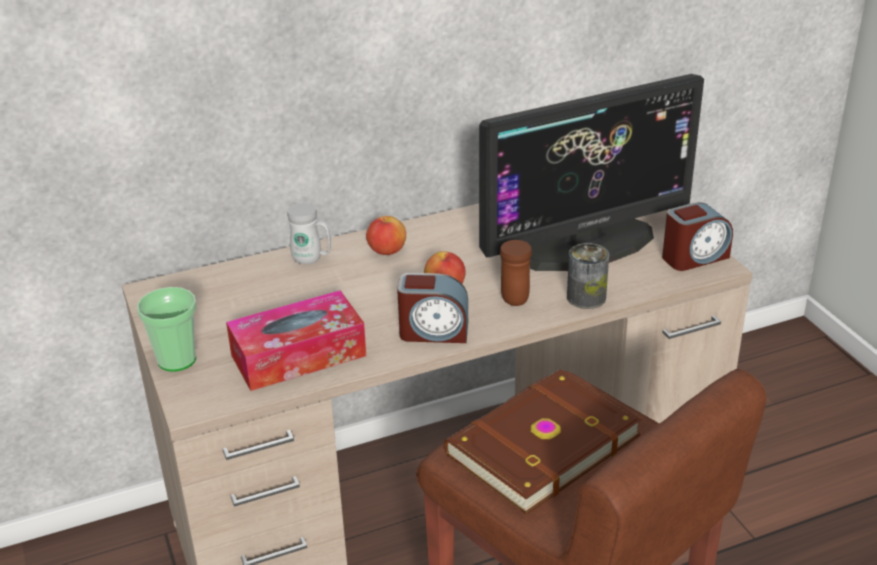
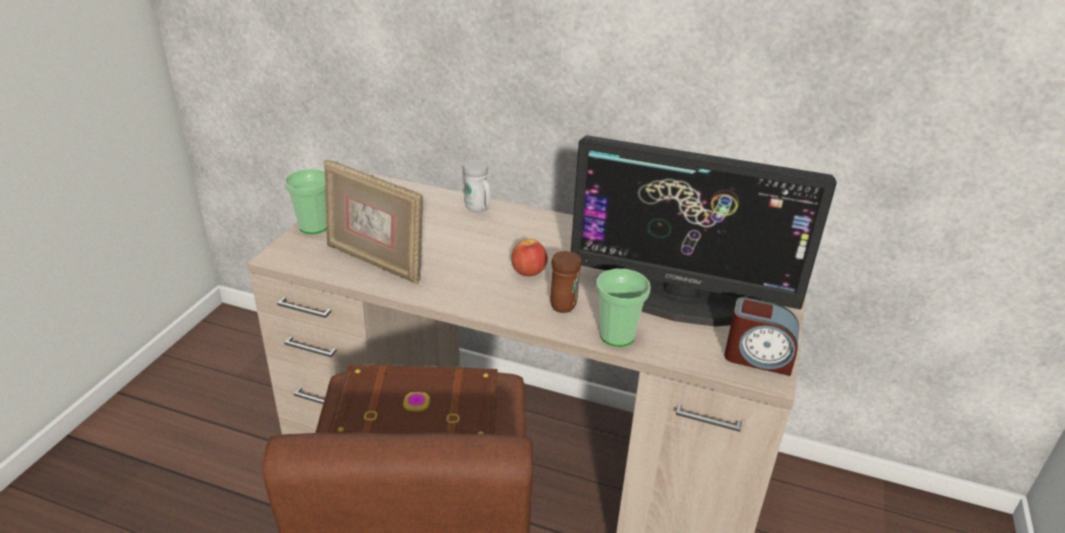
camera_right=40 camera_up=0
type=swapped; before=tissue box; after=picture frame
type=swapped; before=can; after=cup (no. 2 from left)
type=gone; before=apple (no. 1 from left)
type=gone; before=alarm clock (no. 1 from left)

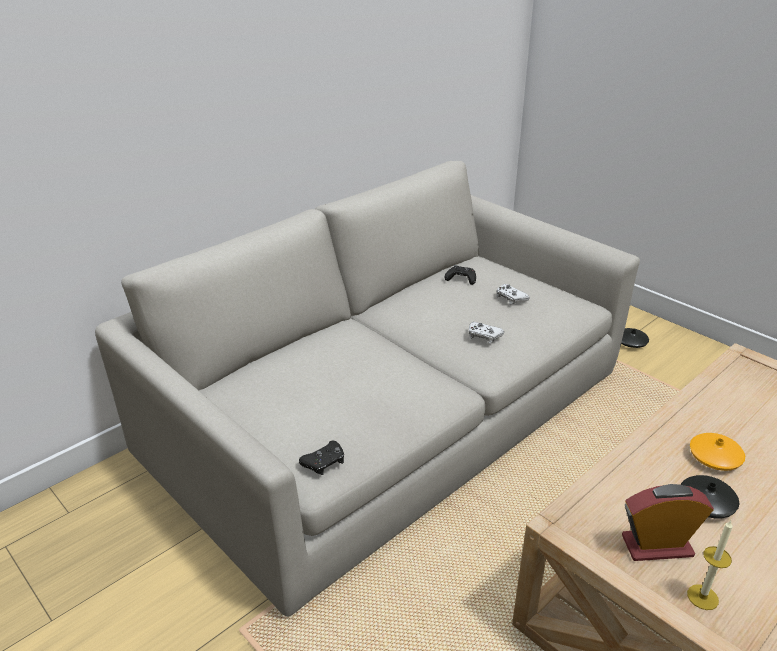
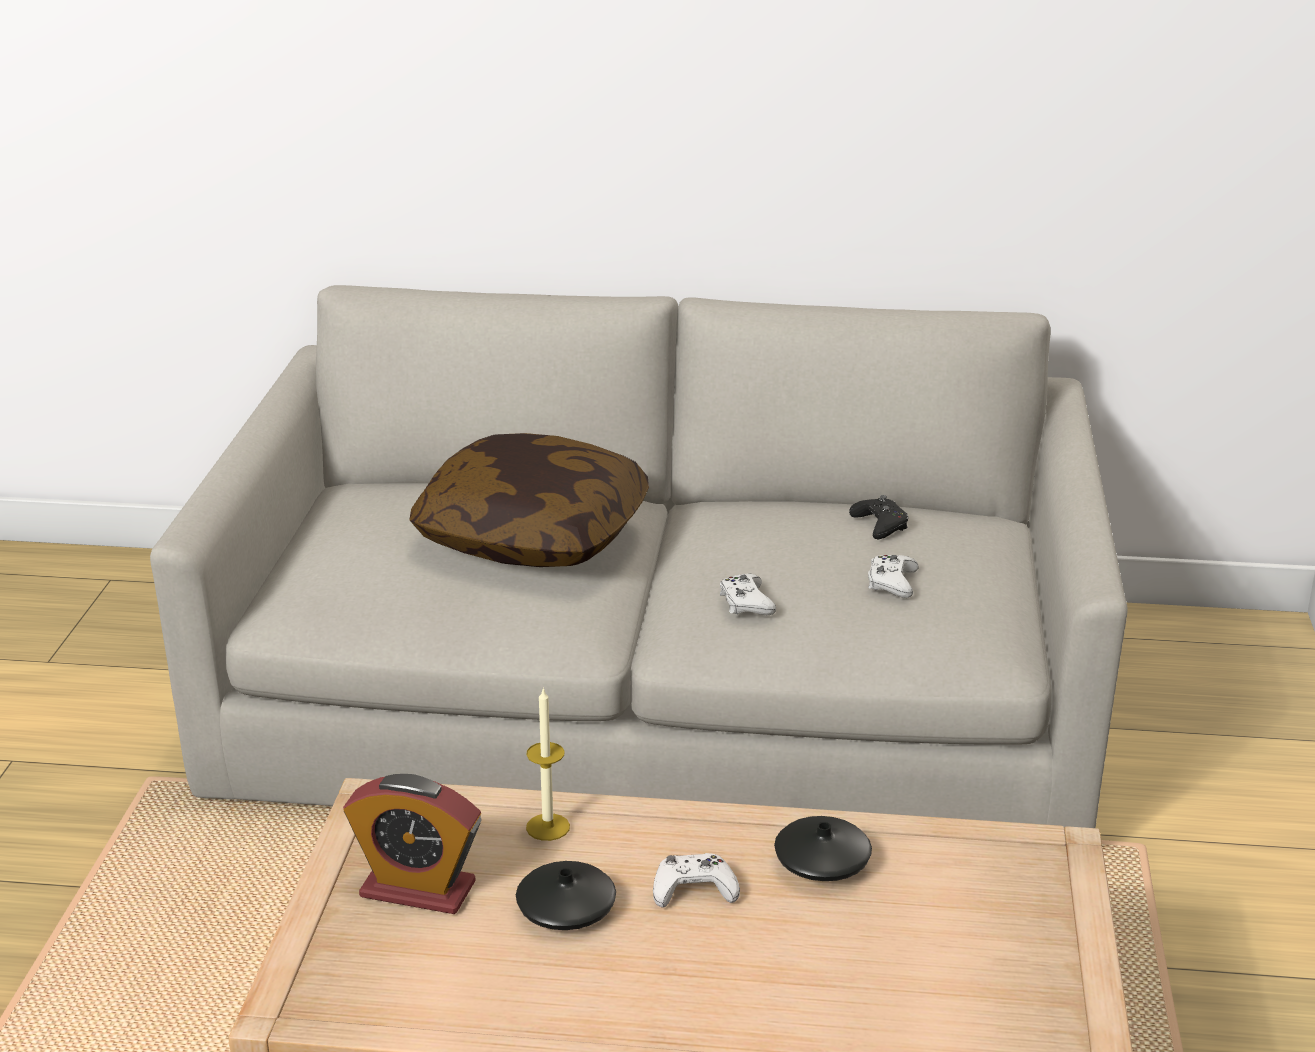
camera_right=50 camera_up=-5
type=rotated; before=alarm clock; turn=150
type=new; after=pillow
type=shifted; before=candle
type=swapped; before=orange vase; after=white game controller (no. 1 from left)
type=shifted; before=black vase (no. 1 from left in the first image); after=black vase (no. 2 from left)
type=gone; before=black game controller (no. 1 from left)

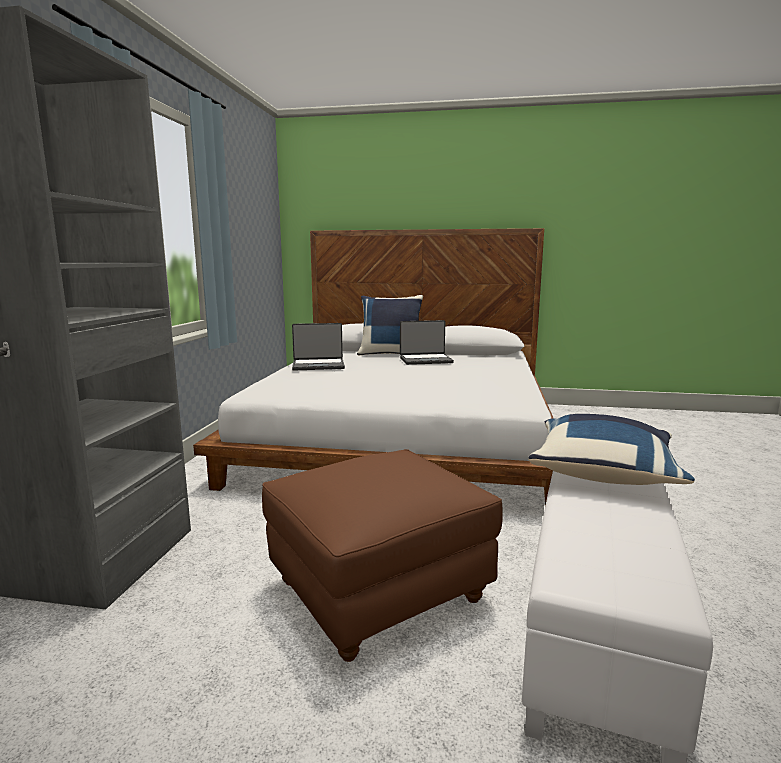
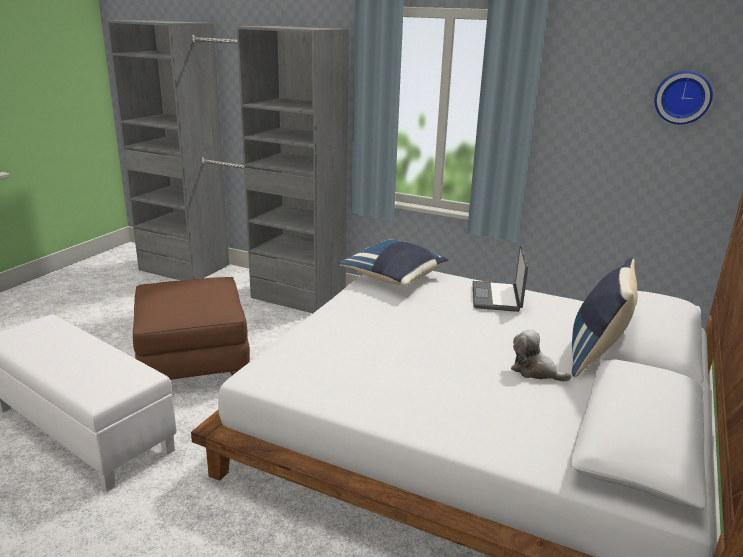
camera_right=105 camera_up=10
type=shifted; before=blue pillow (no. 2 from left in the first image); after=blue pillow (no. 1 from left)
type=swapped; before=laptop (no. 2 from left); after=plush toy
type=new; after=wall clock

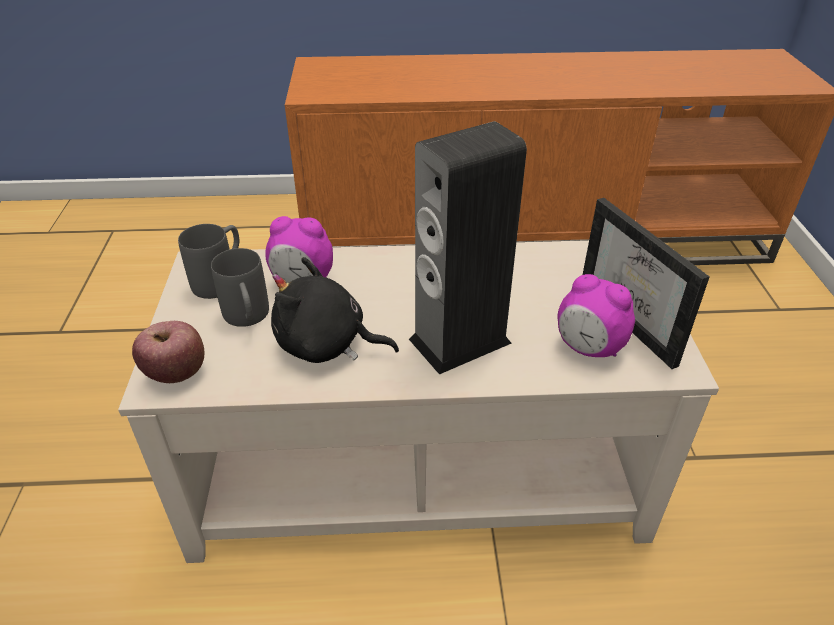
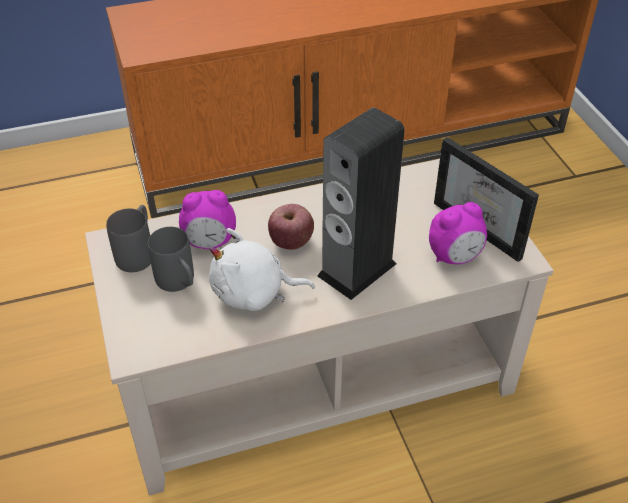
camera_right=-15 camera_up=5
type=repainted; before=black plush toy; after=white plush toy
type=shifted; before=apple
type=rotated; before=alarm clock (no. 2 from left); turn=-45

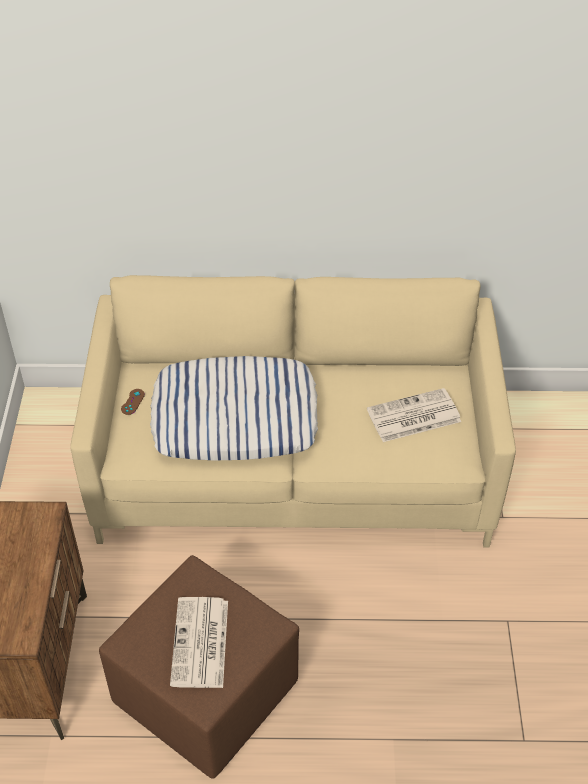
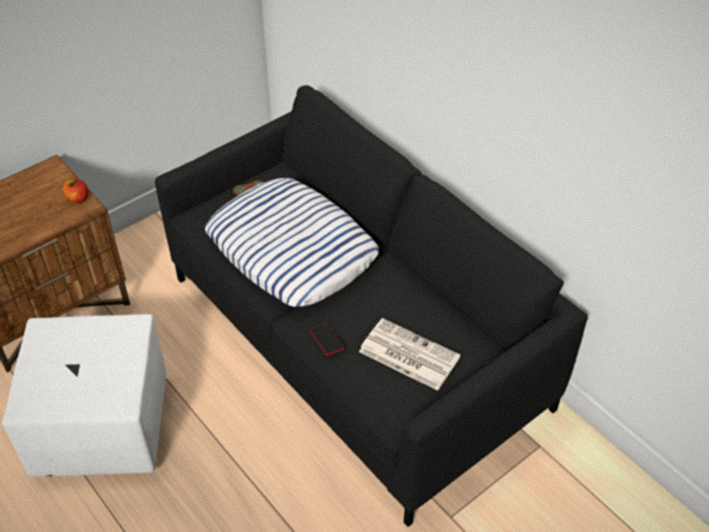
camera_right=50 camera_up=0
type=repainted; before=brown ottoman; after=white ottoman
type=new; after=apple
type=repainted; before=beige sofa; after=black sofa
type=new; after=phone
type=gone; before=newspaper (no. 1 from left)

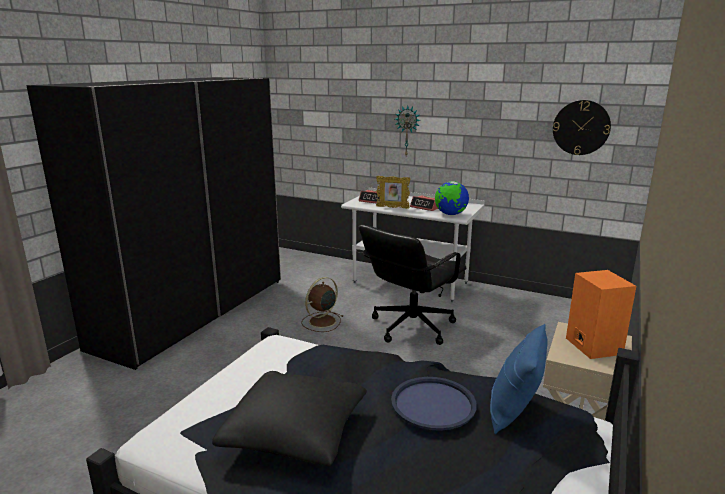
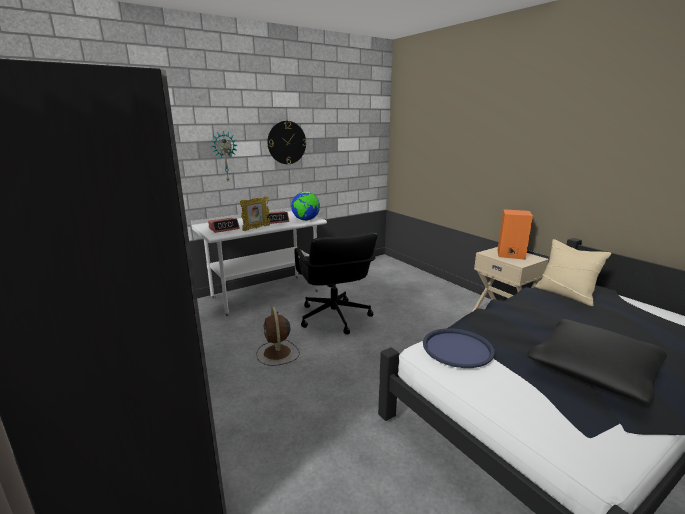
camera_right=-60 camera_up=0
type=shifted; before=wall clock (no. 2 from left)
type=shifted; before=blue tray
type=repainted; before=blue pillow; after=beige pillow

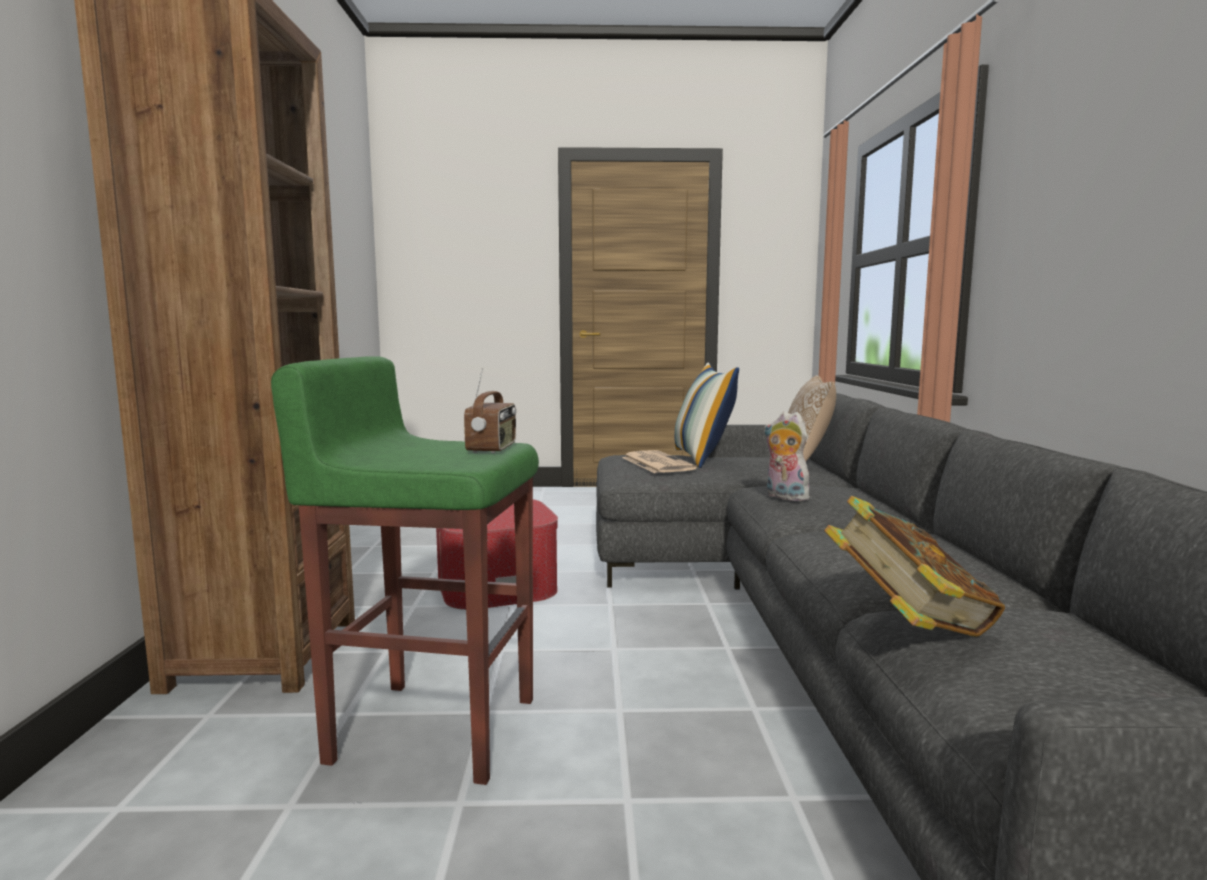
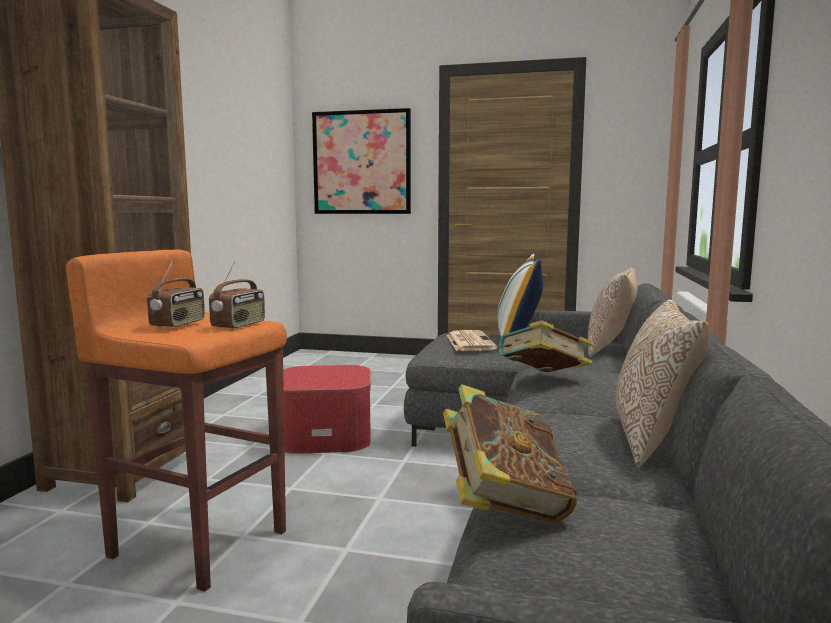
camera_right=15 camera_up=0
type=repainted; before=green stool; after=orange stool
type=new; after=radio (no. 1 from left)
type=new; after=picture
type=swapped; before=plush toy; after=book (no. 2 from left)
type=new; after=pillow (no. 3 from left)

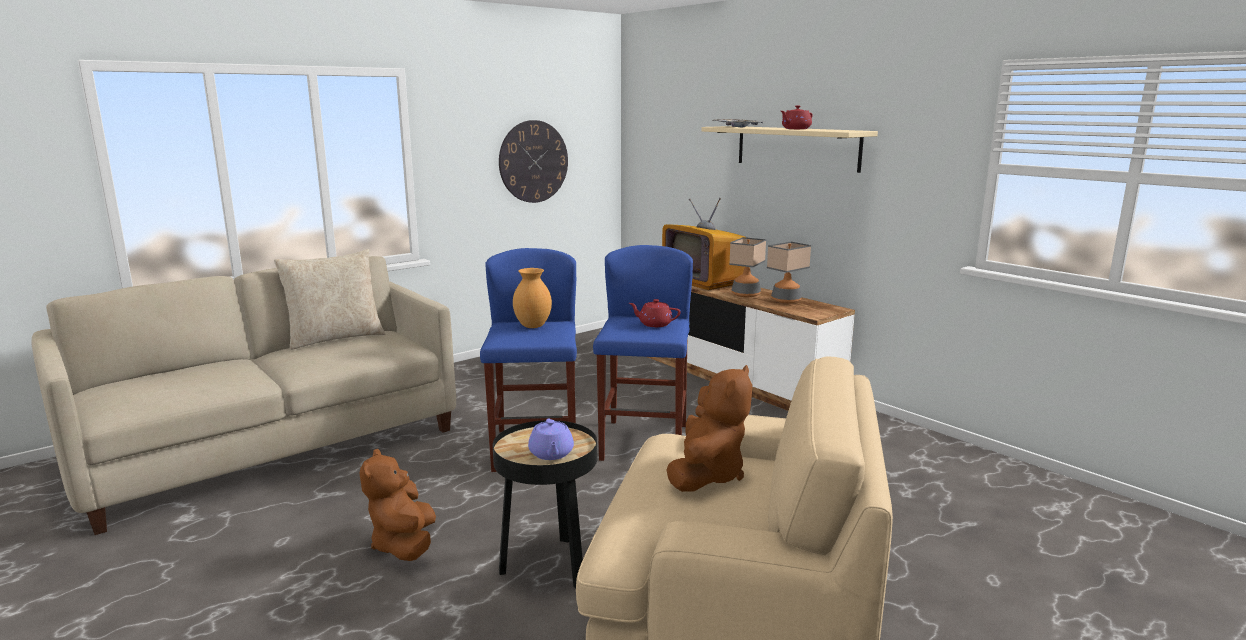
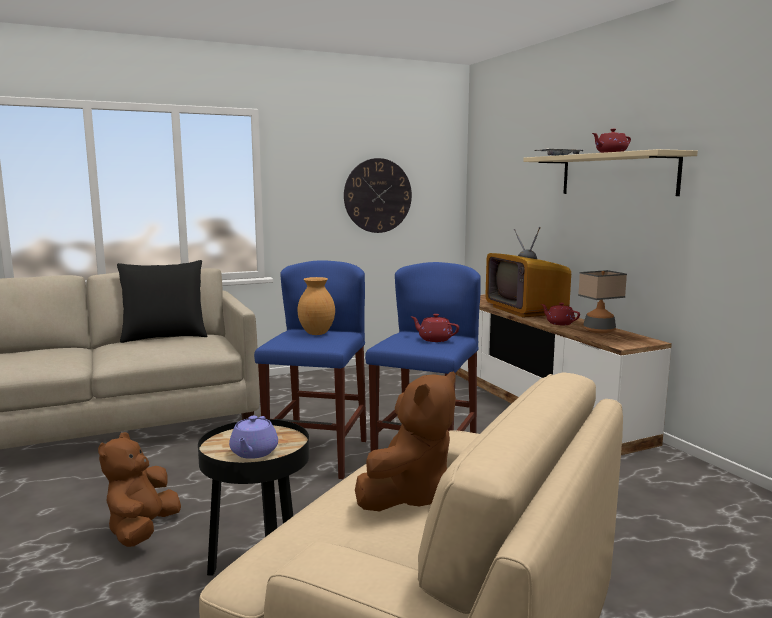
camera_right=15 camera_up=-5
type=repainted; before=beige pillow; after=black pillow
type=swapped; before=table lamp (no. 1 from left); after=red teapot (no. 2 from left)

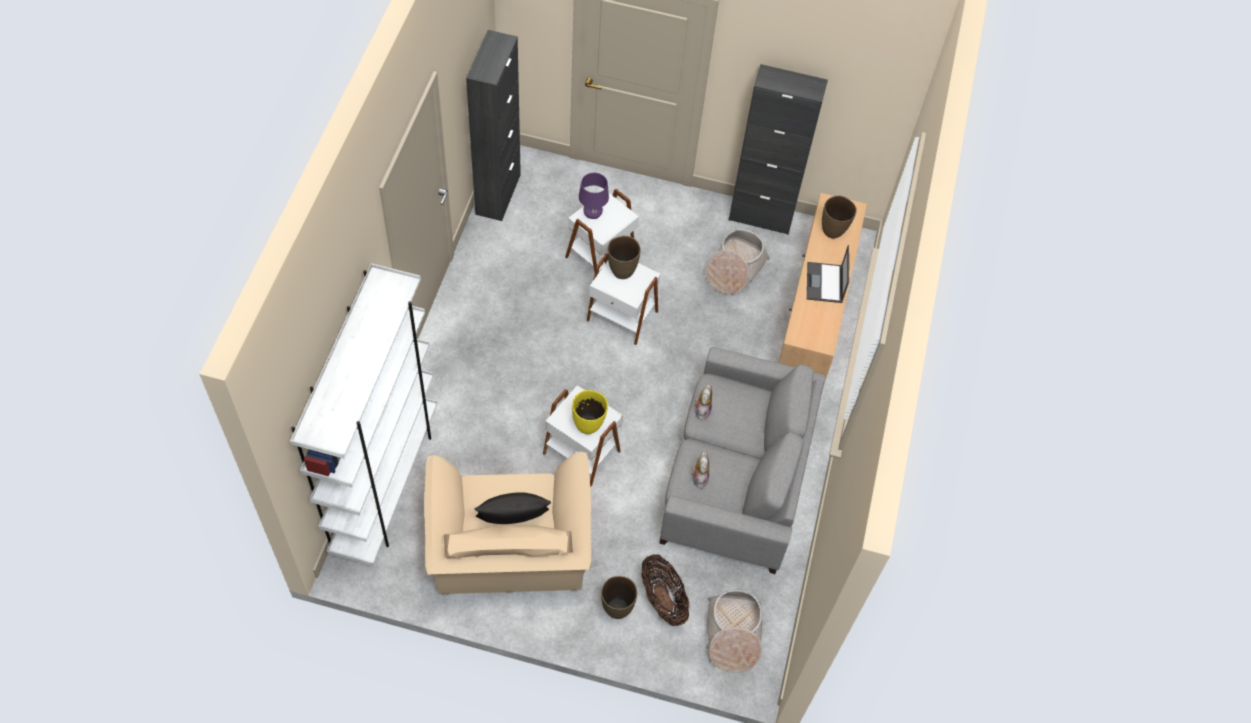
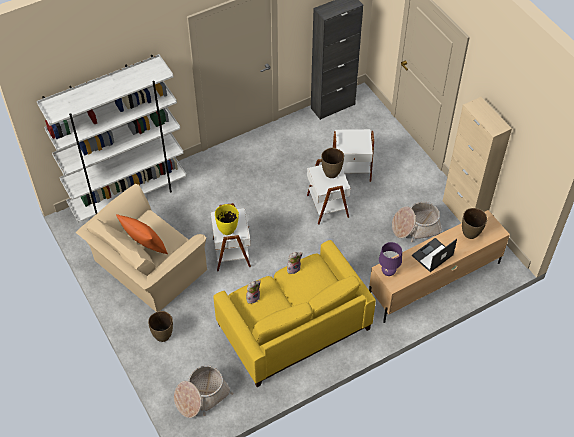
camera_right=50 camera_up=-5
type=repainted; before=black pillow; after=orange pillow
type=repainted; before=grey sofa; after=yellow sofa
type=shifted; before=purple table lamp
type=repainted; before=black cabinet (no. 2 from left); after=beige cabinet
type=gone; before=basket (no. 1 from left)

